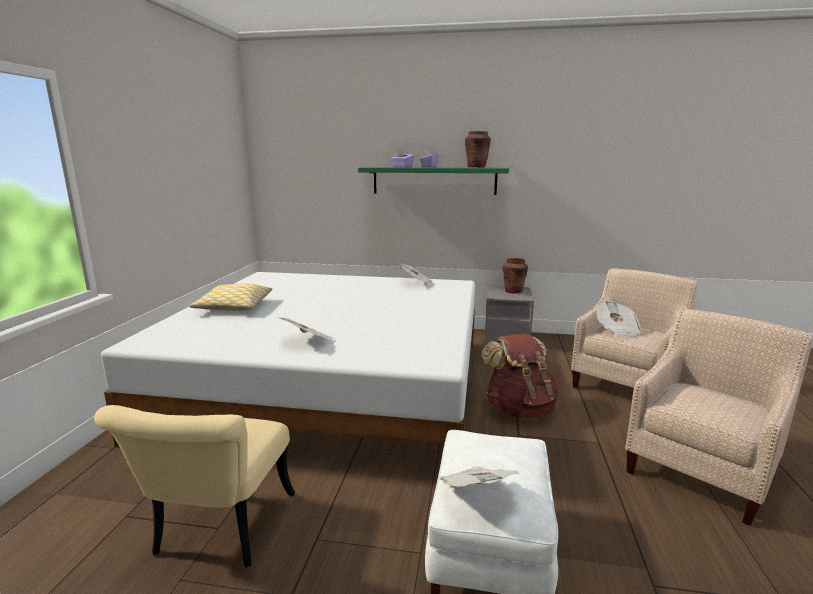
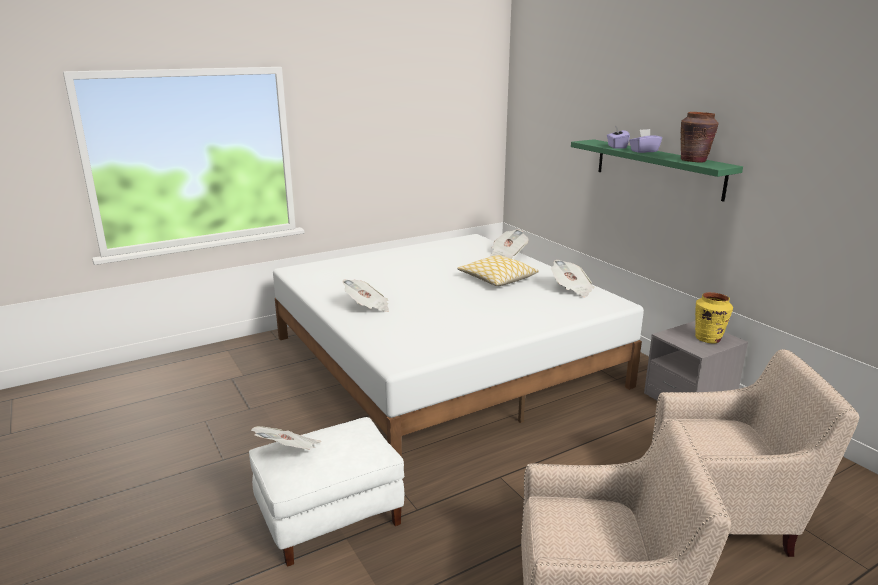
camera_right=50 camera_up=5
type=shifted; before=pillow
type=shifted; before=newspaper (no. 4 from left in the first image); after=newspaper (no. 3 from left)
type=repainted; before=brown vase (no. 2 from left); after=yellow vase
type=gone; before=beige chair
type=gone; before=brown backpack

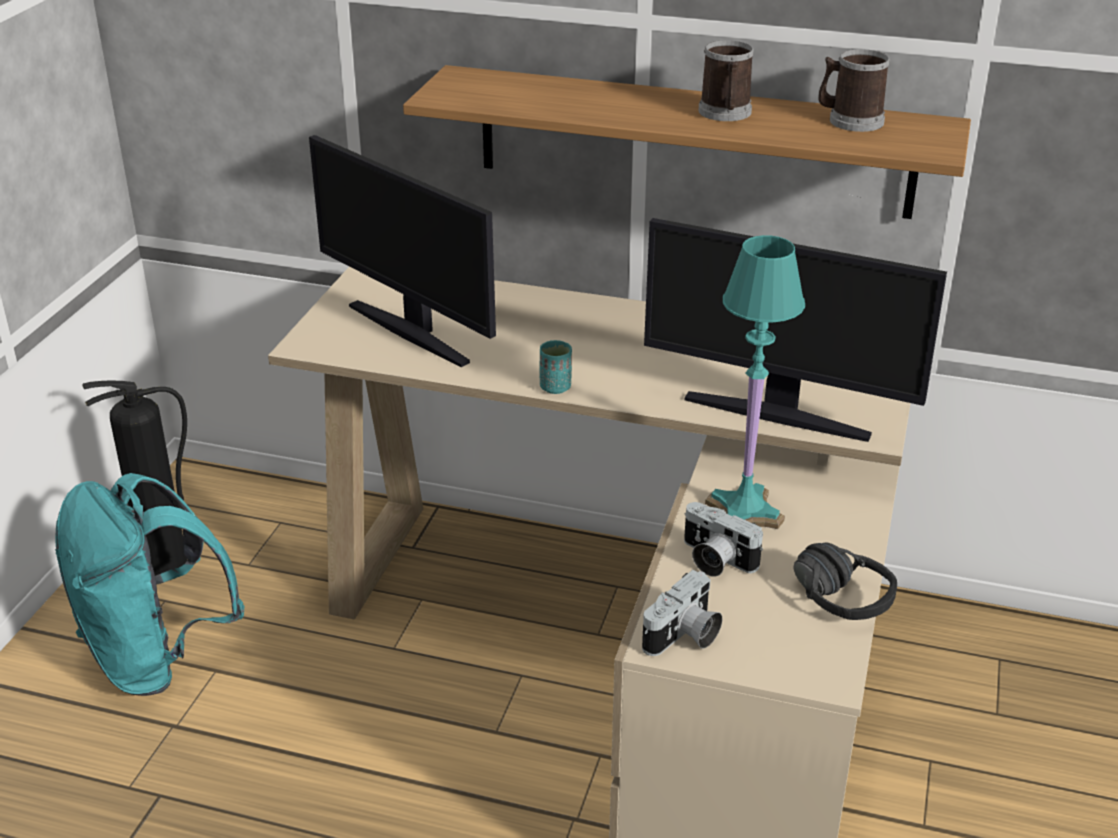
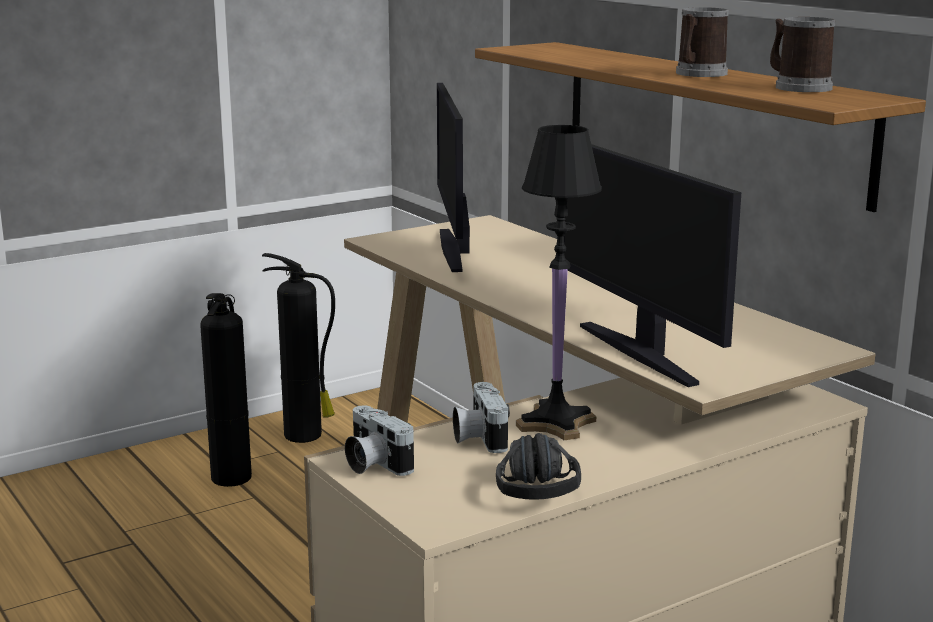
camera_right=40 camera_up=-15
type=swapped; before=turquoise backpack; after=fire extinguisher (no. 1 from left)
type=rotated; before=photo camera (no. 1 from left); turn=60
type=repainted; before=turquoise table lamp; after=black table lamp
type=gone; before=turquoise cup

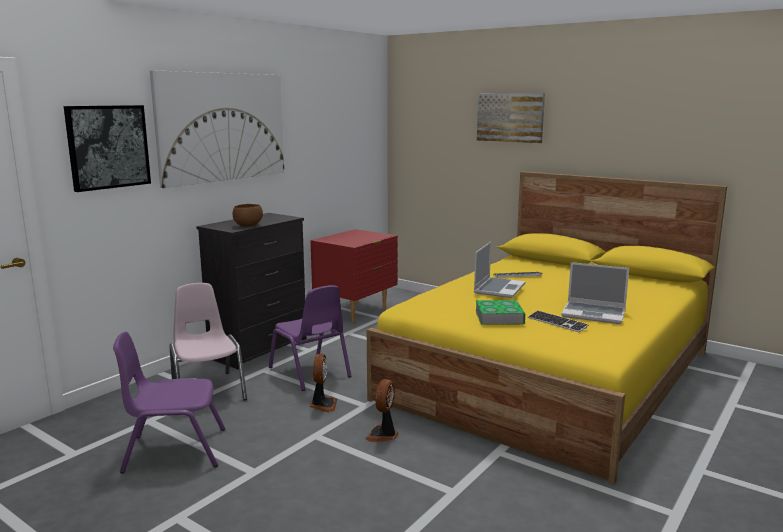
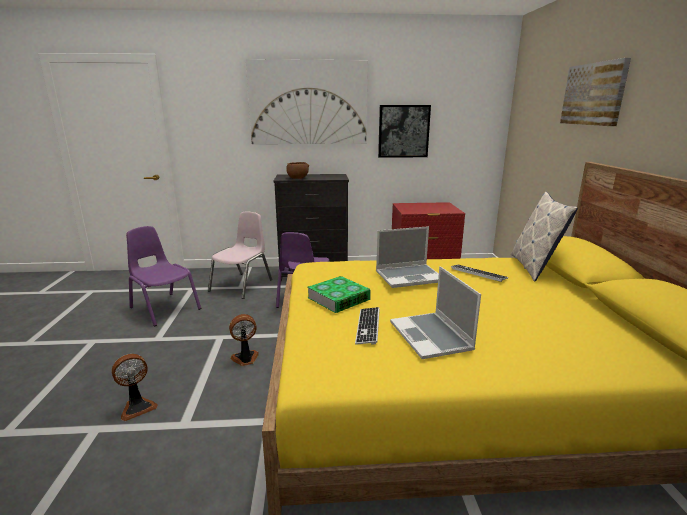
camera_right=50 camera_up=5
type=shifted; before=fan (no. 1 from left)
type=shifted; before=picture (no. 1 from left in the first image); after=picture (no. 2 from left)
type=new; after=pillow

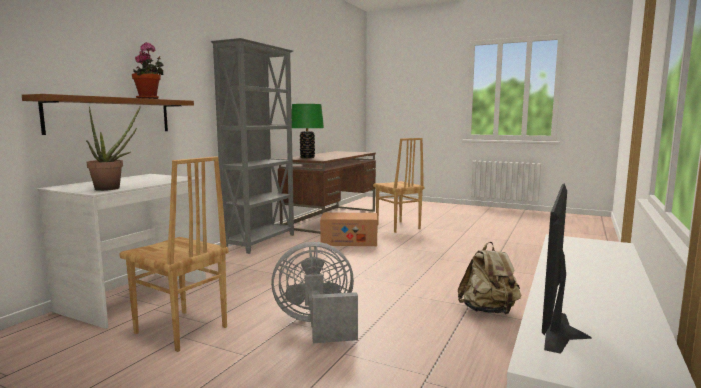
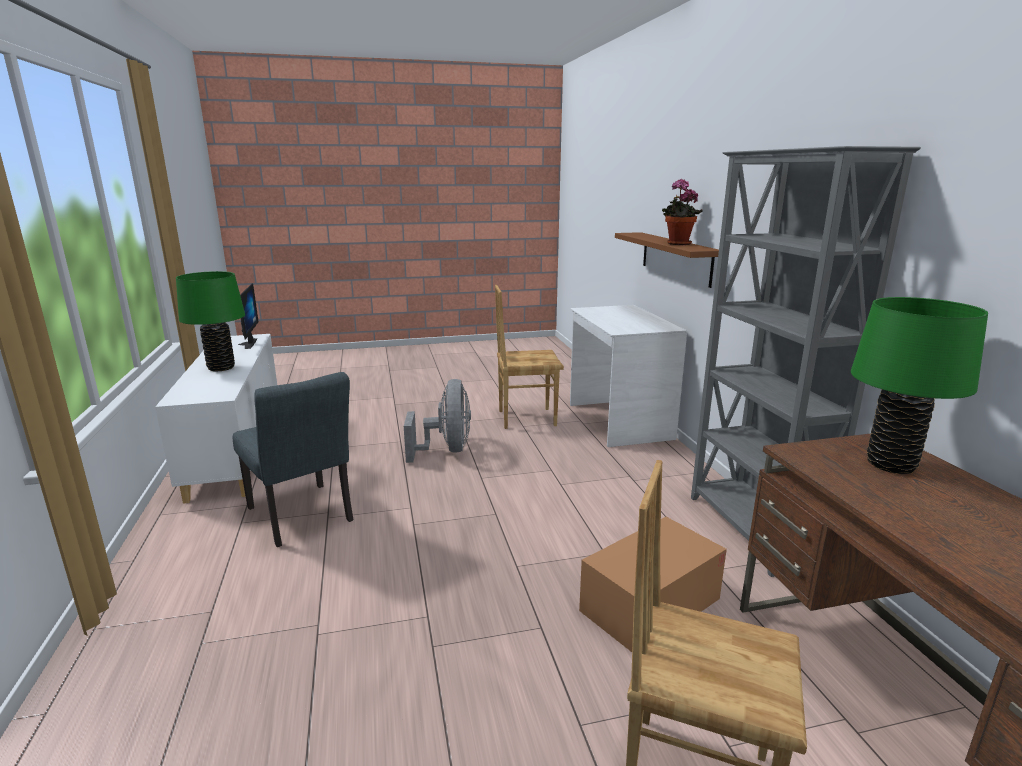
camera_right=140 camera_up=10
type=new; after=green table lamp (no. 1 from left)
type=swapped; before=beige backpack; after=grey chair
type=rotated; before=grey fan; turn=-45
type=gone; before=potted plant (no. 1 from left)

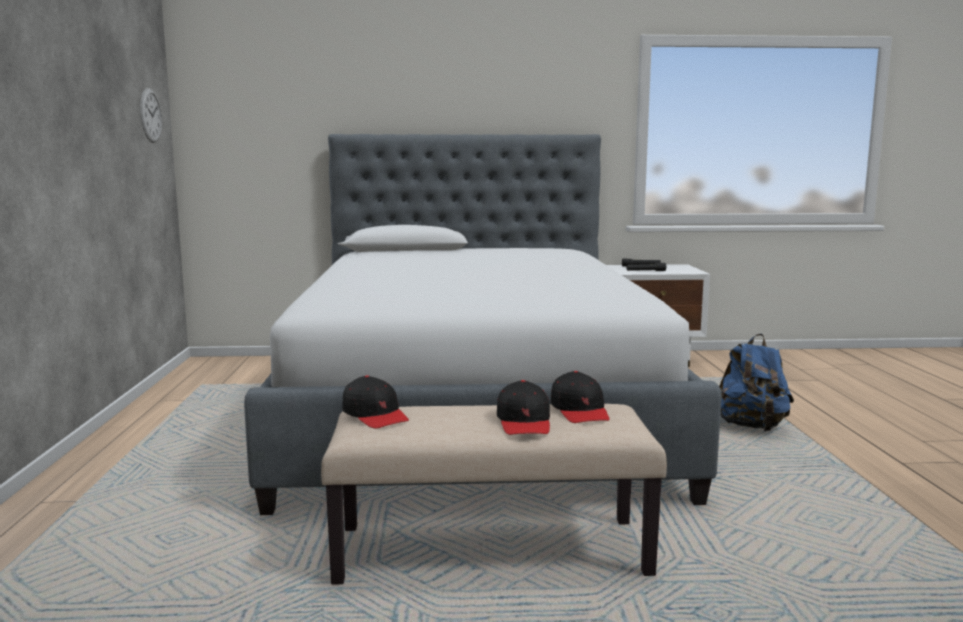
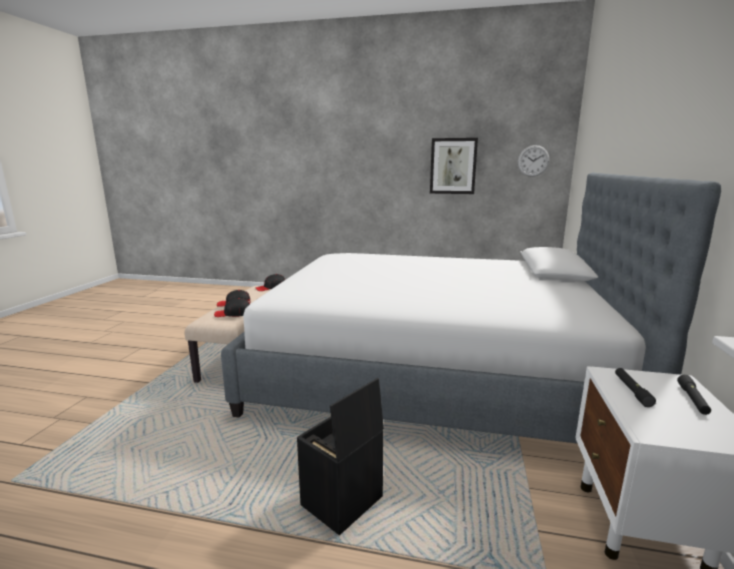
camera_right=105 camera_up=5
type=swapped; before=blue backpack; after=black storage box
type=new; after=picture

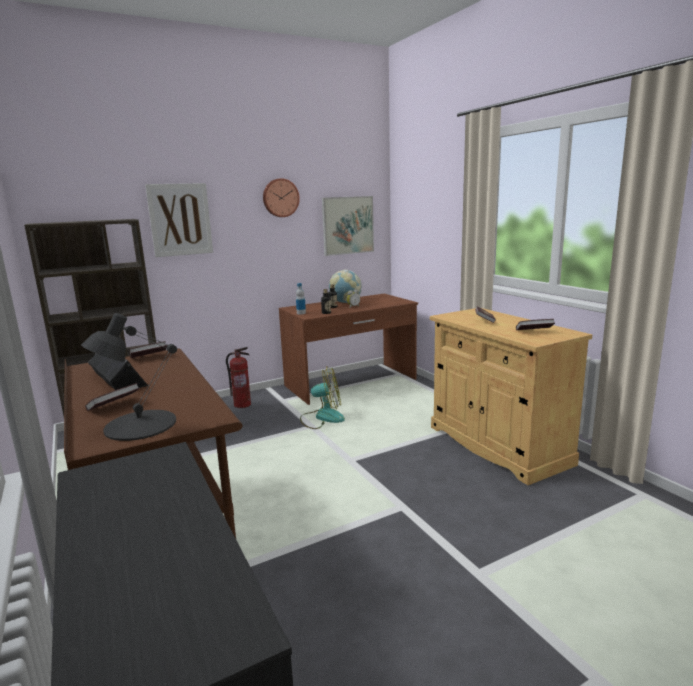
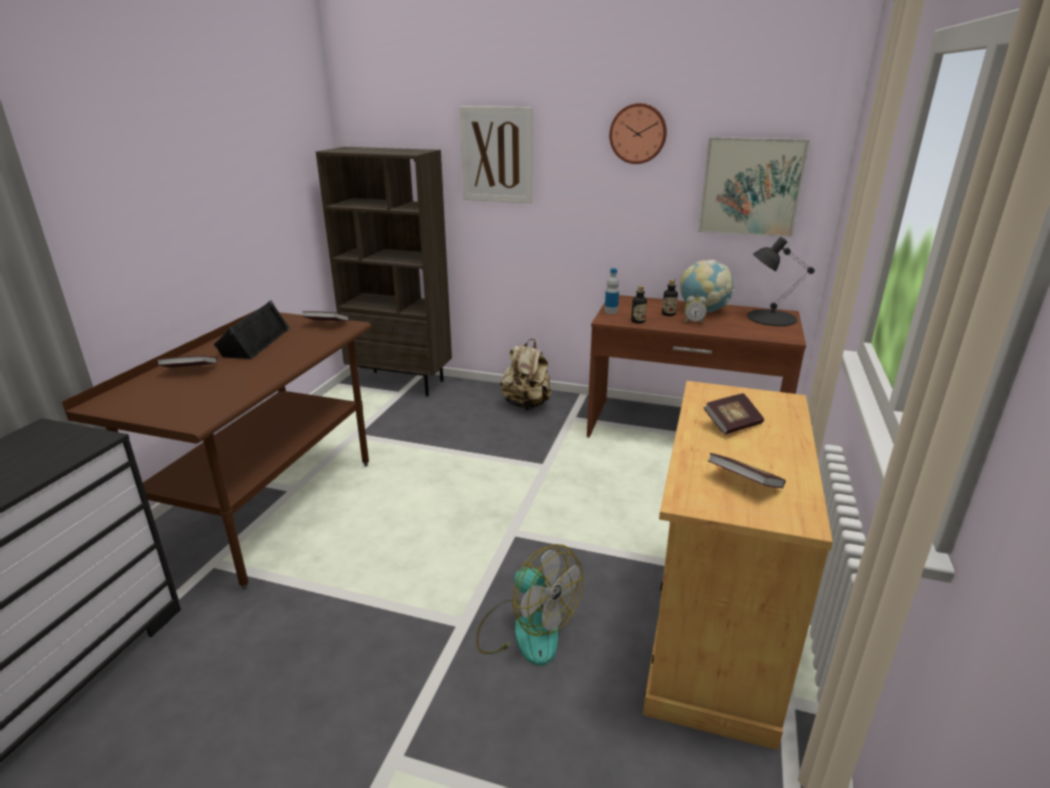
camera_right=45 camera_up=10
type=shifted; before=fan
type=swapped; before=fire extinguisher; after=beige backpack
type=shifted; before=black table lamp

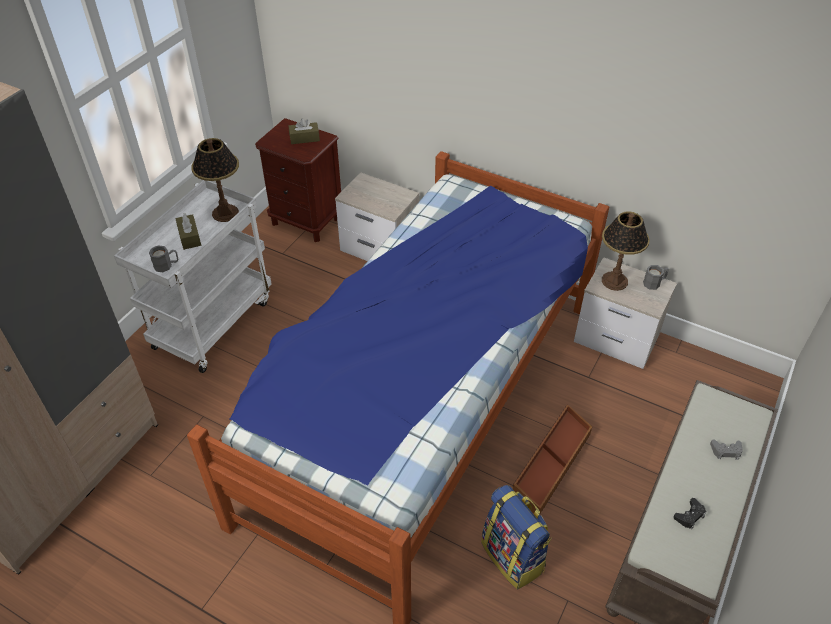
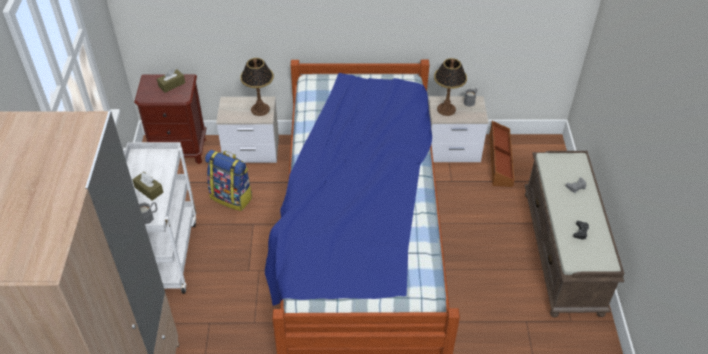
camera_right=-30 camera_up=0
type=shifted; before=backpack
type=shifted; before=table lamp (no. 1 from left)
type=shifted; before=brown storage box

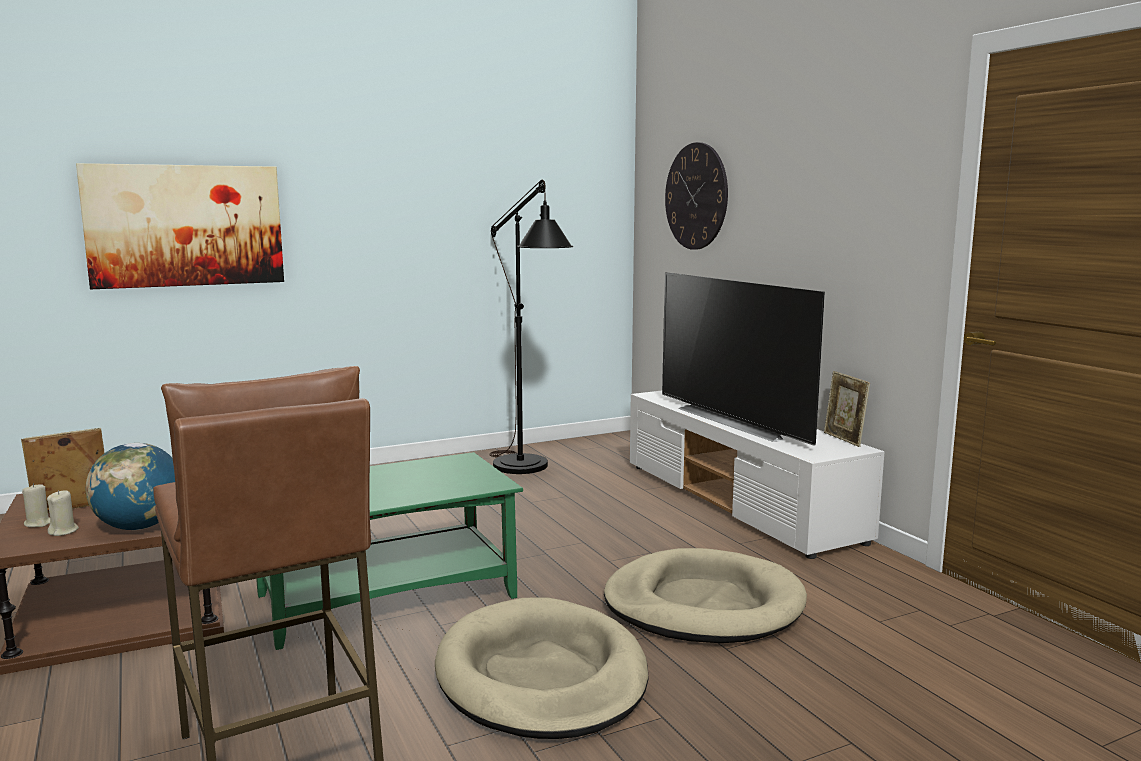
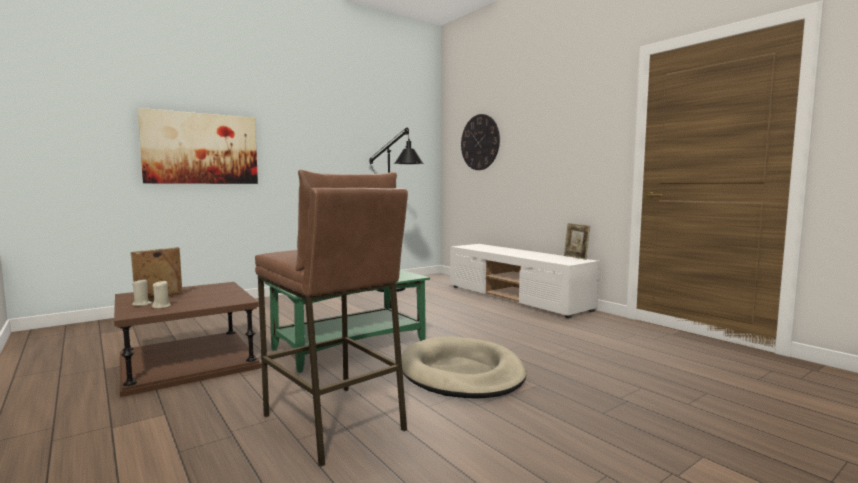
camera_right=-10 camera_up=-5
type=gone; before=globe
type=gone; before=beige dog bed (no. 2 from left)
type=gone; before=television

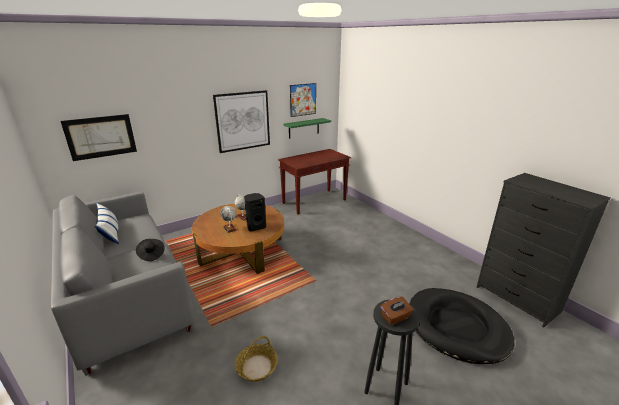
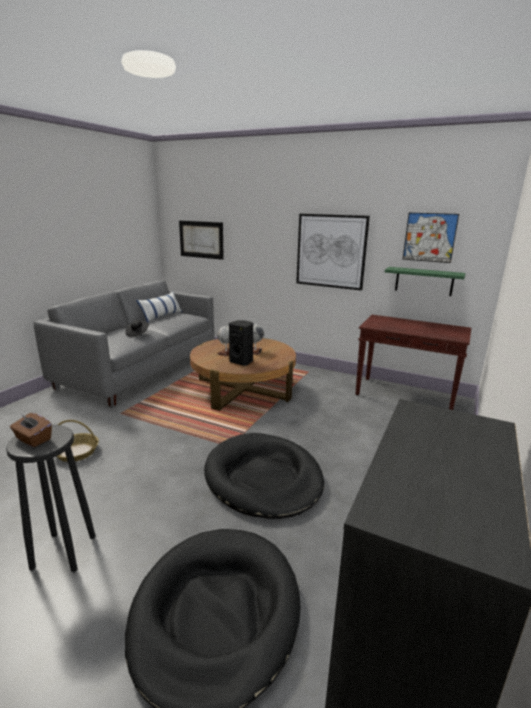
camera_right=60 camera_up=-5
type=new; after=black dog bed (no. 2 from left)

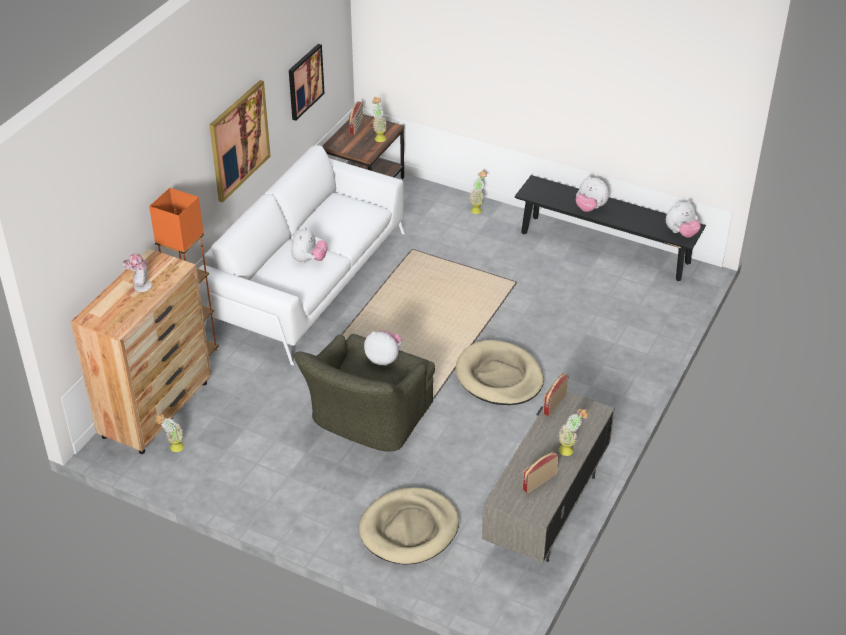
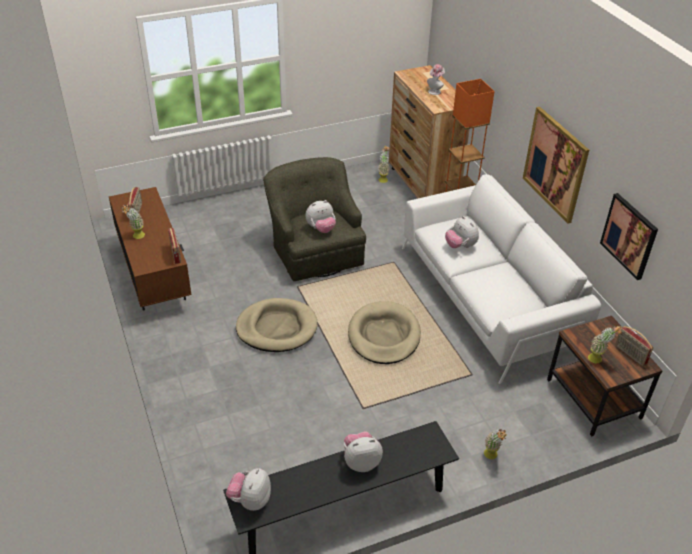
camera_right=130 camera_up=0
type=repainted; before=grey tv stand; after=brown tv stand
type=shifted; before=beige dog bed (no. 1 from left in the first image); after=beige dog bed (no. 2 from left)

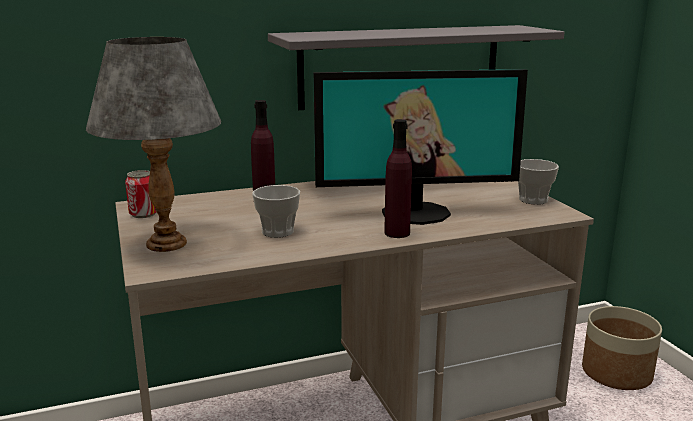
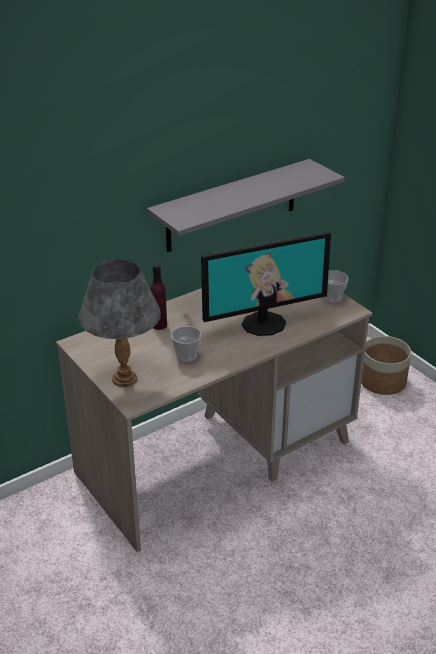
camera_right=-15 camera_up=15
type=gone; before=can
type=gone; before=purple bottle (no. 2 from left)

